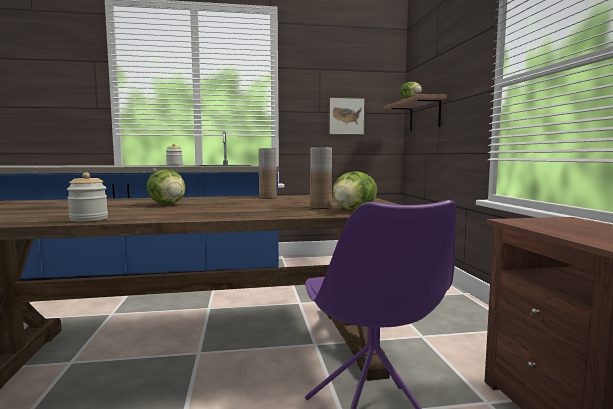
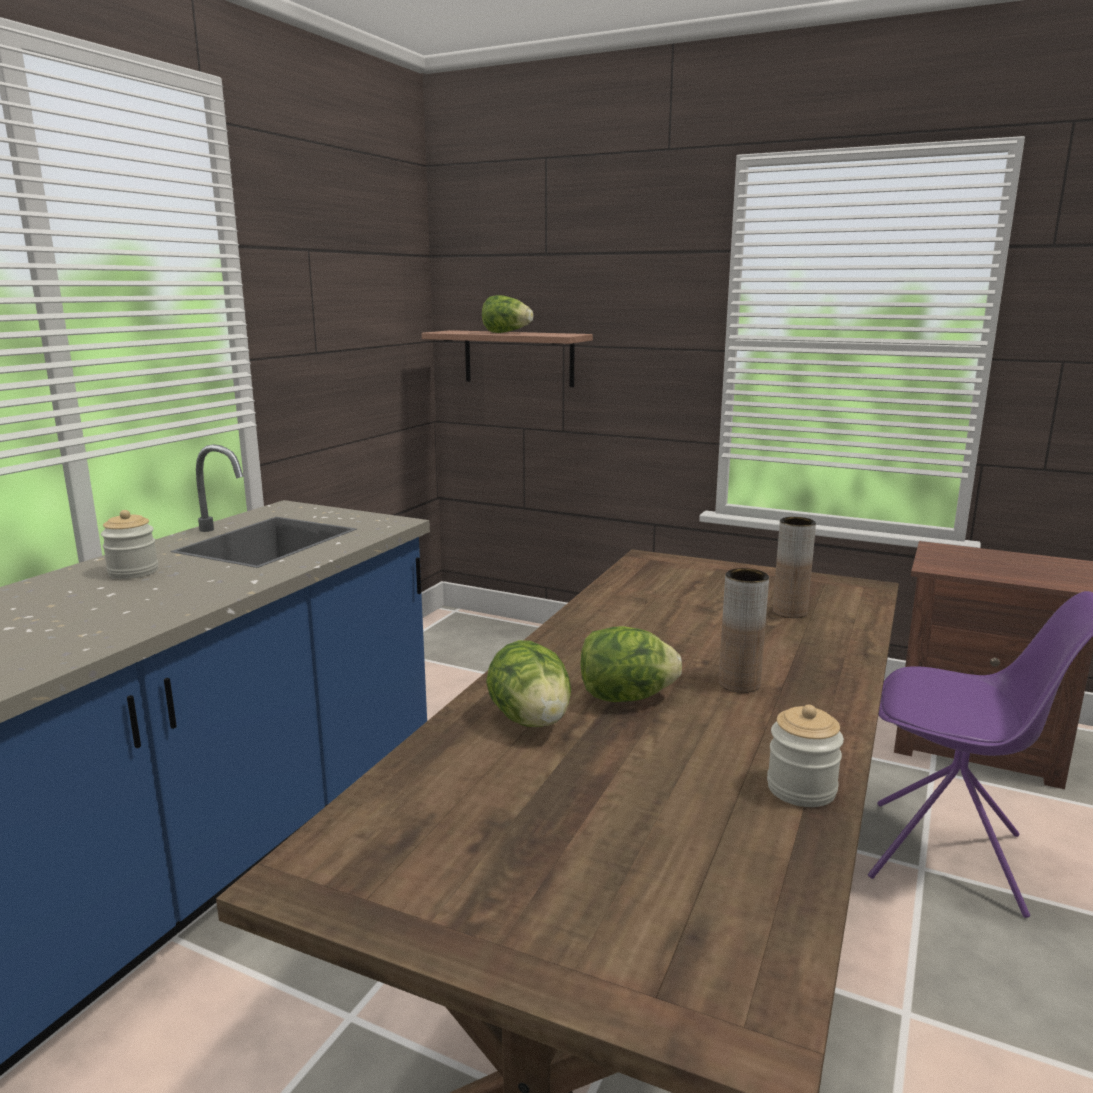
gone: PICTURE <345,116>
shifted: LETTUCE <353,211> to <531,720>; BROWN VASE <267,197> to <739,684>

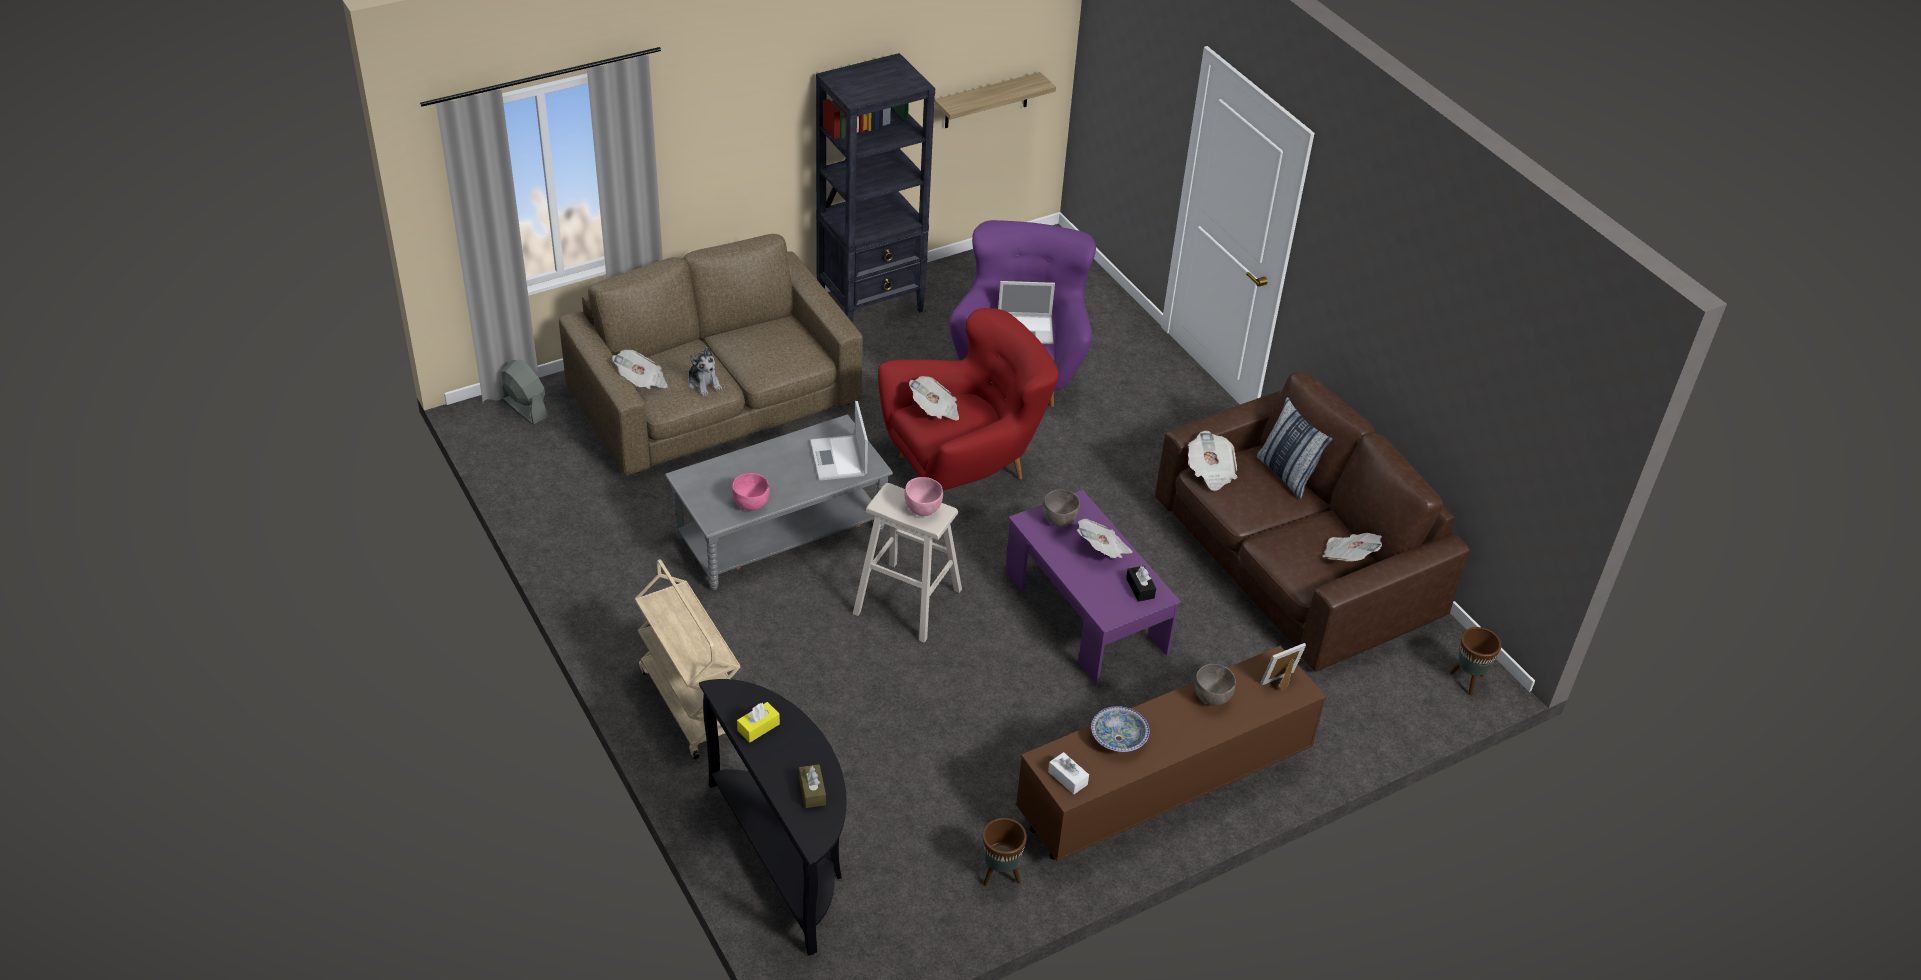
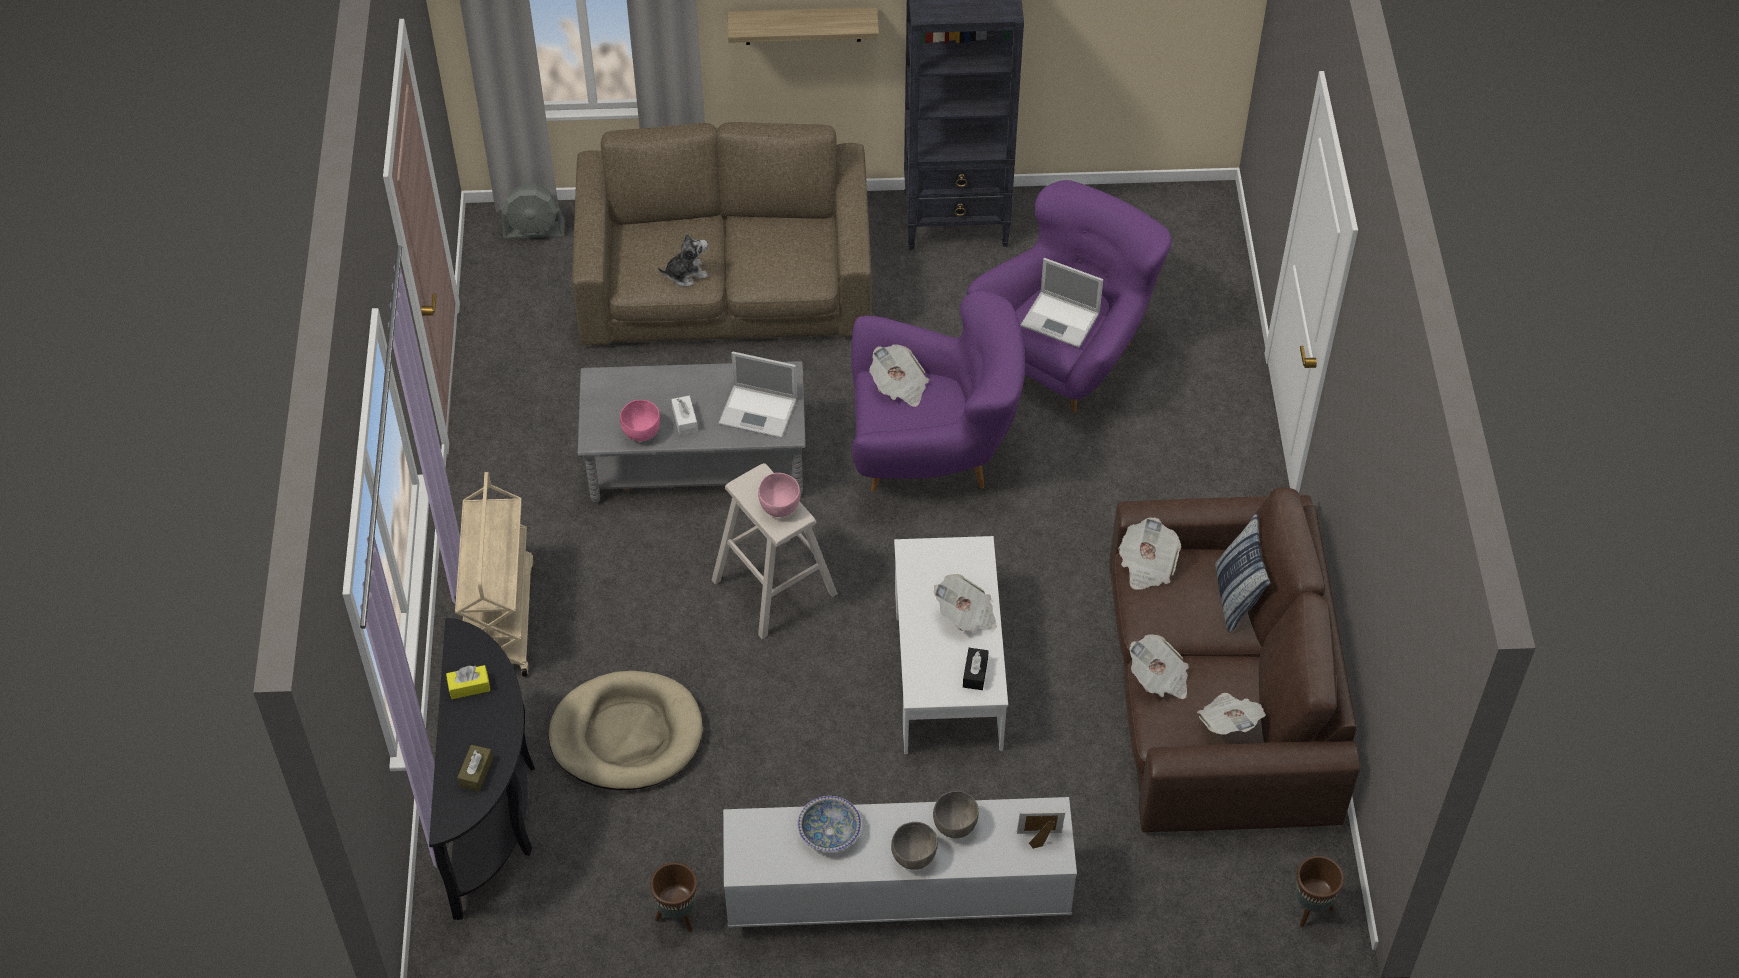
new: BEIGE DOG BED <626,735>
shifted: WHITE TISSUE BOX <1067,778> to <684,420>; SHELF <986,101> to <803,25>; GREY BOWL <1059,520> to <913,857>; NEWSPAPER <642,381> to <1159,678>
repainted: BROWN TV STAND <1162,788> to WHITE TV STAND <895,893>; RED ARMCHAIR <964,467> to PURPLE ARMCHAIR <931,453>; PURPLE COFFEE TABLE <1085,612> to WHITE COFFEE TABLE <947,668>
rotated: GREY FAN <524,407> = <534,230> 105 degrees clockwise; PLUSH TOY <704,383> = <686,274> 105 degrees counterclockwise; LAPTOP <839,459> = <759,411> 90 degrees counterclockwise

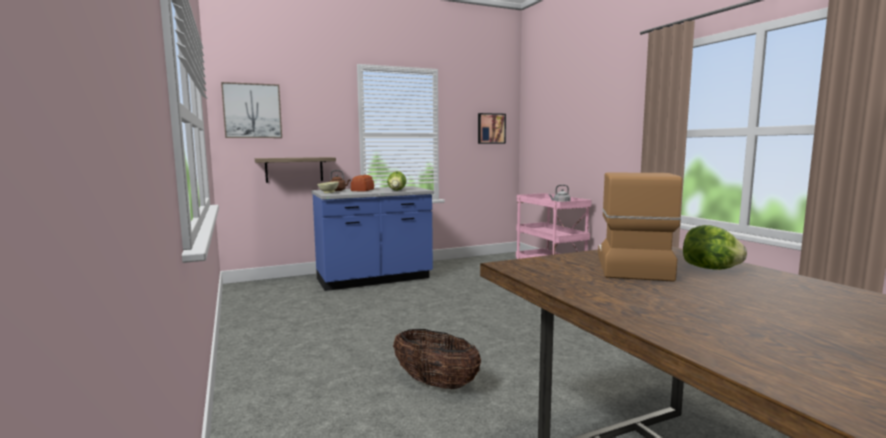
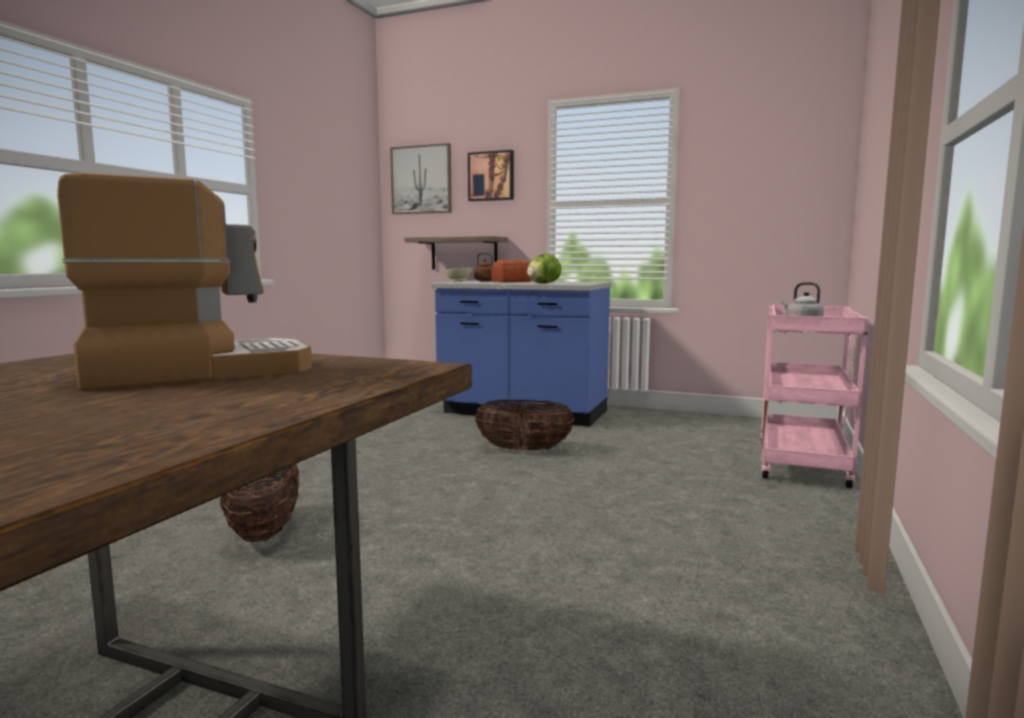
gone: LETTUCE <710,269>
new: BASKET <524,450>
shifted: PICTURE <491,128> to <491,176>

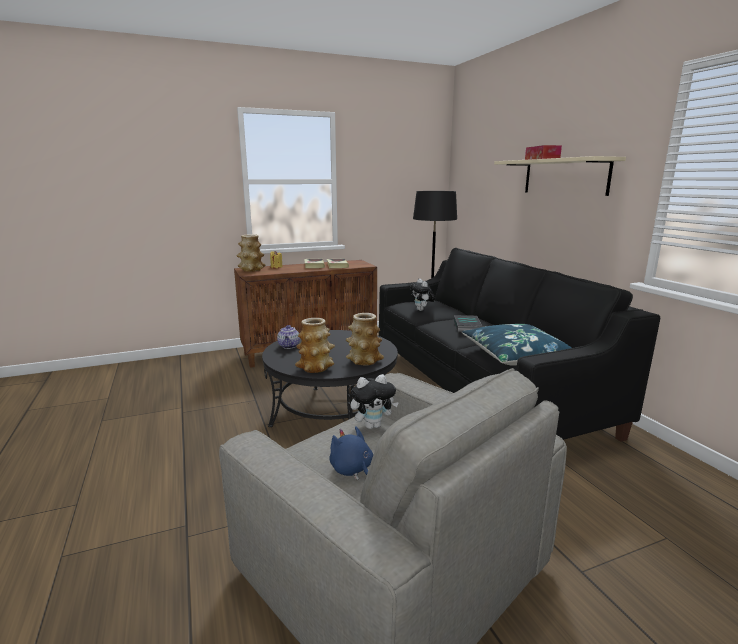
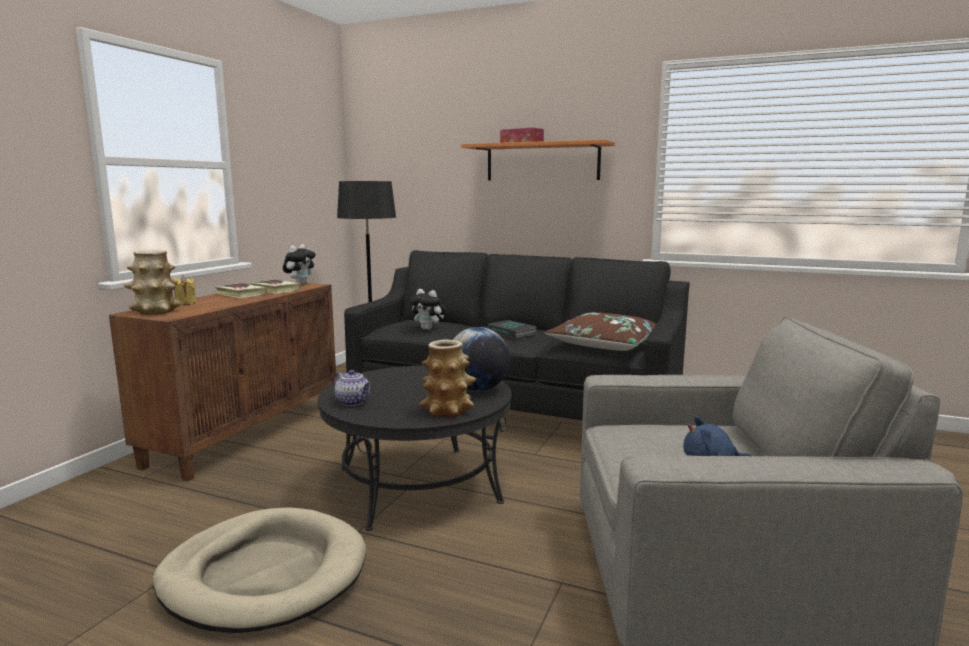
new: BEIGE DOG BED <264,574>
shifted: PLUSH TOY <373,425> to <300,284>
swapped: VASE <364,360> to GLOBE <478,389>
repainted: BEIGE SHELF <565,176> to ORANGE SHELF <542,162>; BLUE PILLOW <517,356> to BROWN PILLOW <605,344>

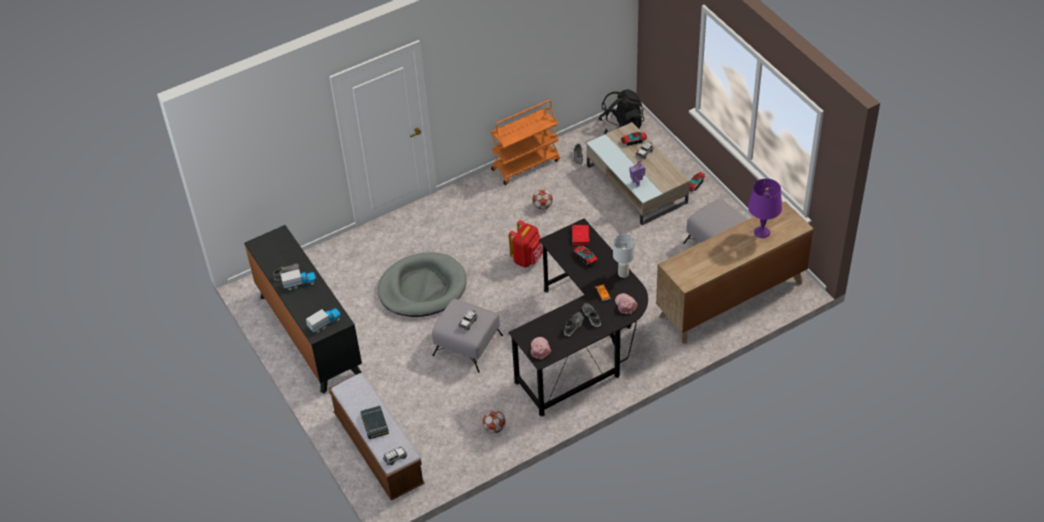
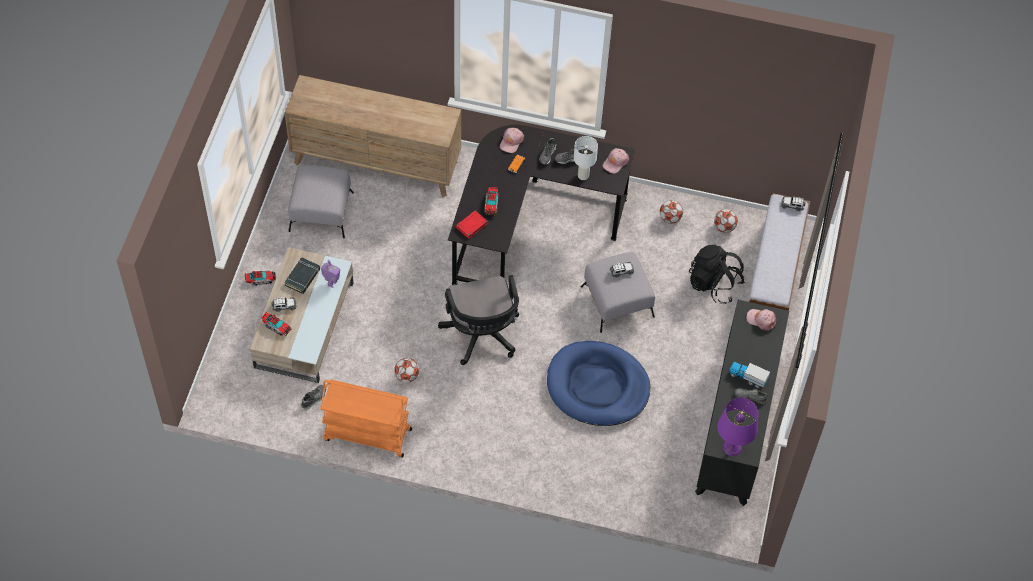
new: FOOTBALL <724,227>
shifted: BLACK BOOK <374,424> to <302,277>; WHITE TABLE LAMP <623,273> to <583,175>; BLACK BACKPACK <621,126> to <714,284>; PURPLE TABLE LAMP <762,232> to <732,448>
swapped: RED BACKPACK <527,259> to BLACK OFFICE CHAIR <482,336>; TOY TRUCK <325,323> to PINK CAP <761,320>
repainted: GREY DOG BED <422,288> to BLUE DOG BED <597,386>

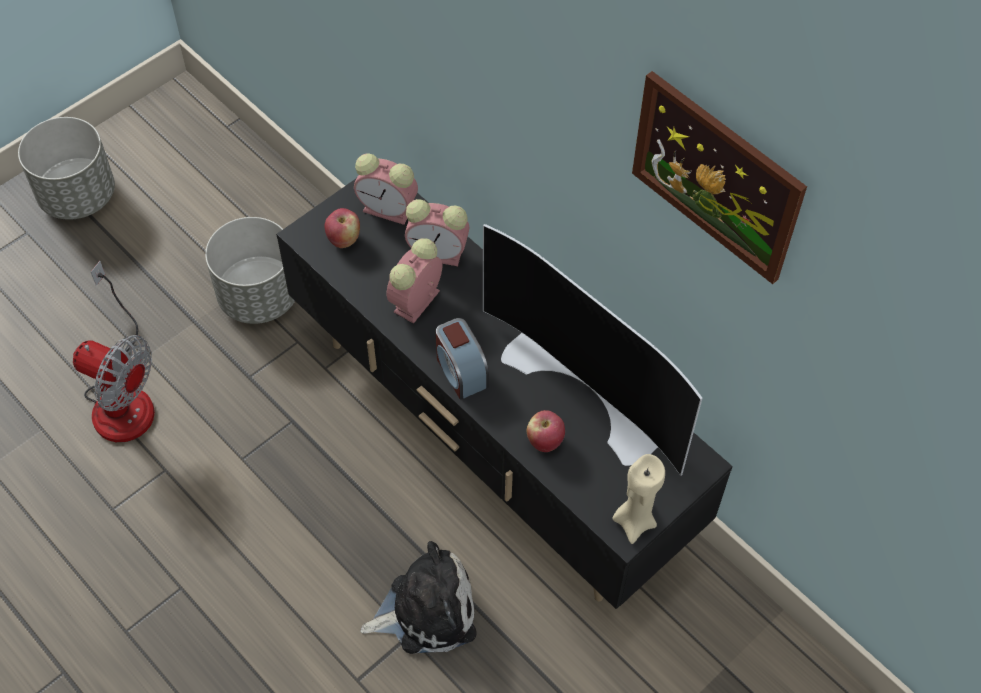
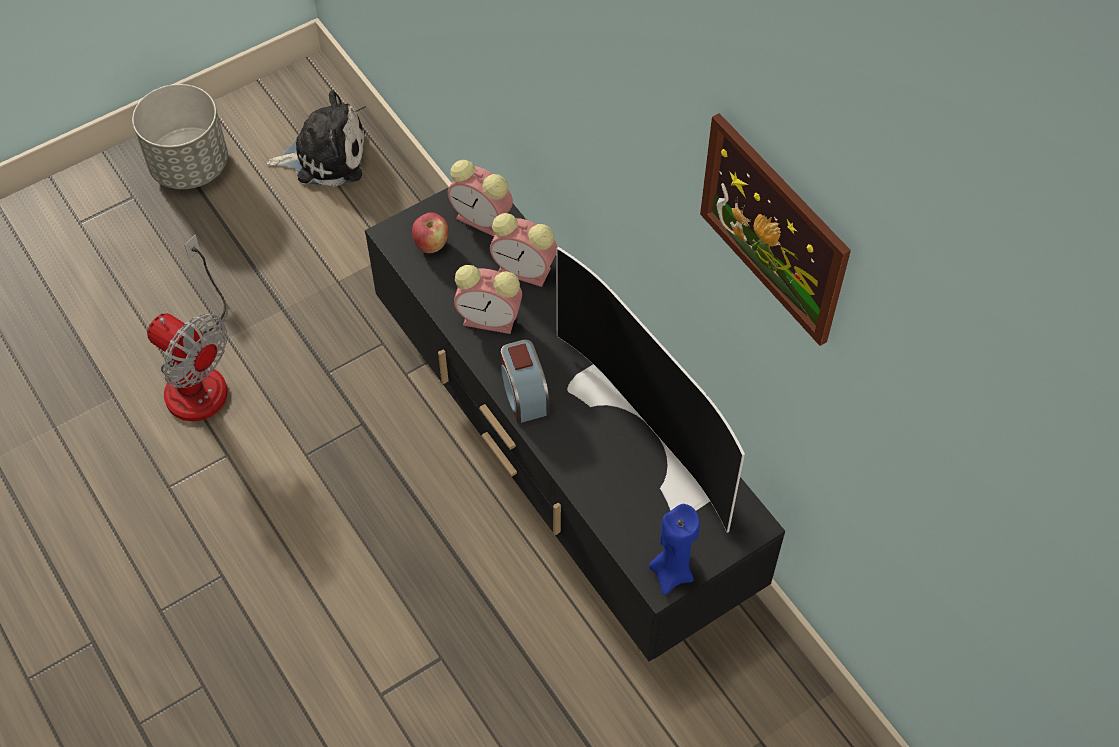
gone: GREY PLANTER <259,297>; APPLE <544,441>
shifted: PLUSH TOY <426,610> to <325,156>
repainted: BEIGE CANDLE <634,521> to BLUE CANDLE <672,572>
rotated: ALARM CLOCK <416,303> = <492,319> 120 degrees counterclockwise

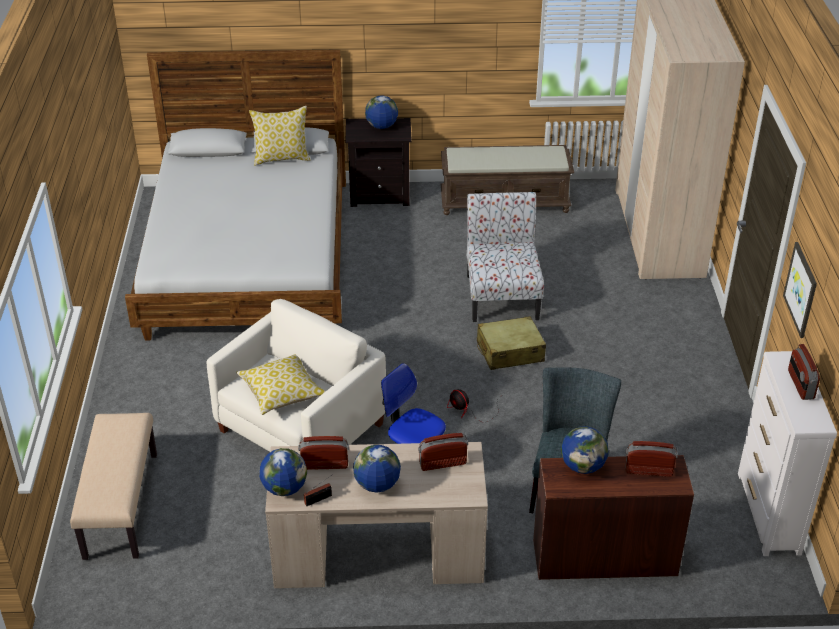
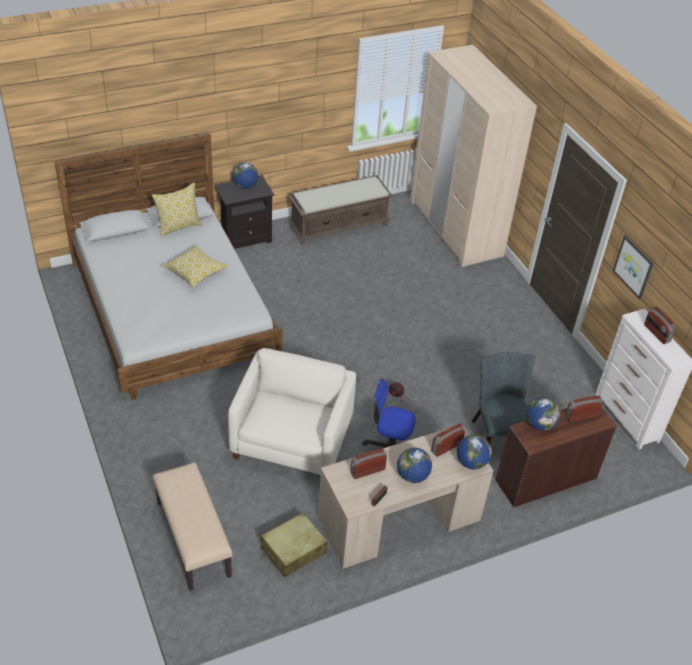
gone: CHAIR <501,295>
shifted: PILLOW <282,392> to <195,272>; BEIGE SUITCASE <509,352> to <293,550>; GLOBE <284,488> to <471,463>

